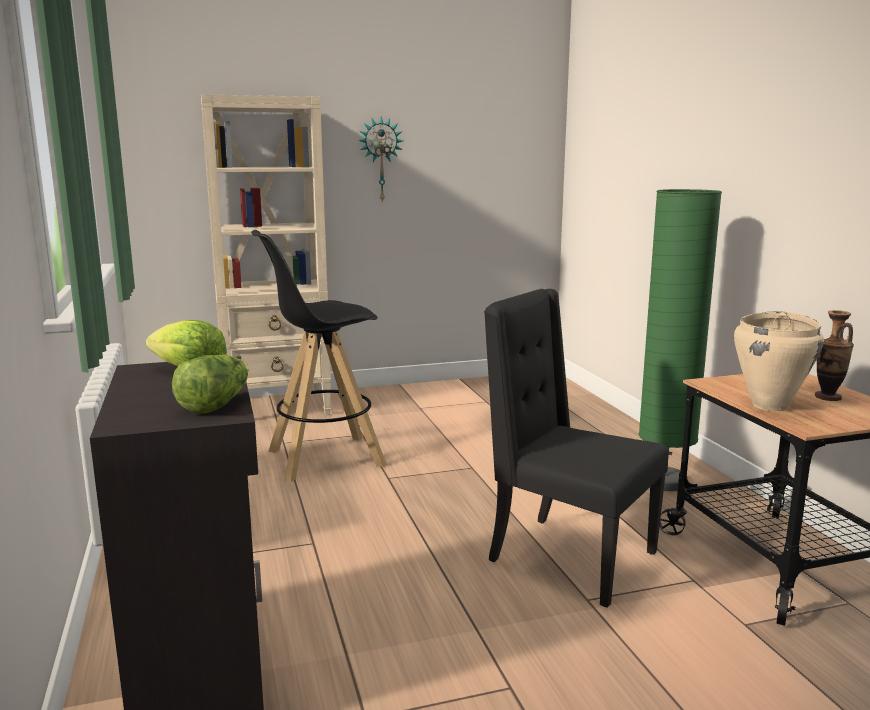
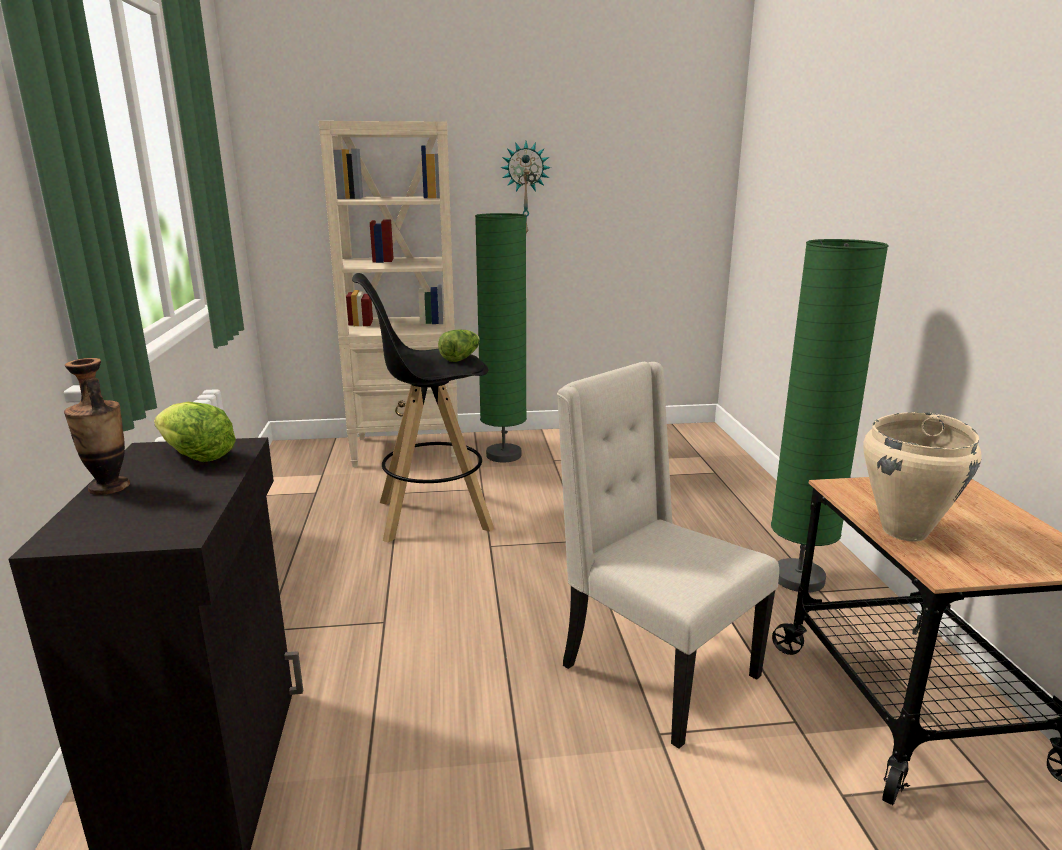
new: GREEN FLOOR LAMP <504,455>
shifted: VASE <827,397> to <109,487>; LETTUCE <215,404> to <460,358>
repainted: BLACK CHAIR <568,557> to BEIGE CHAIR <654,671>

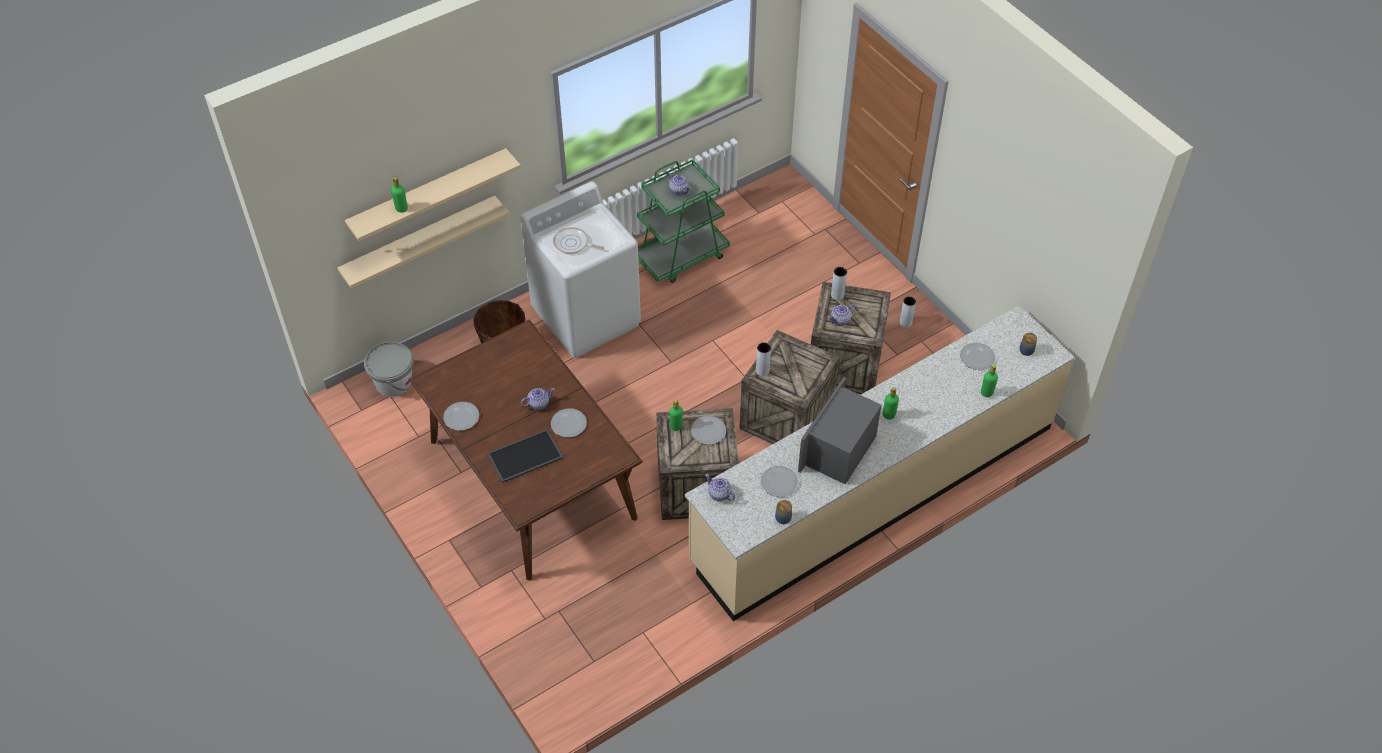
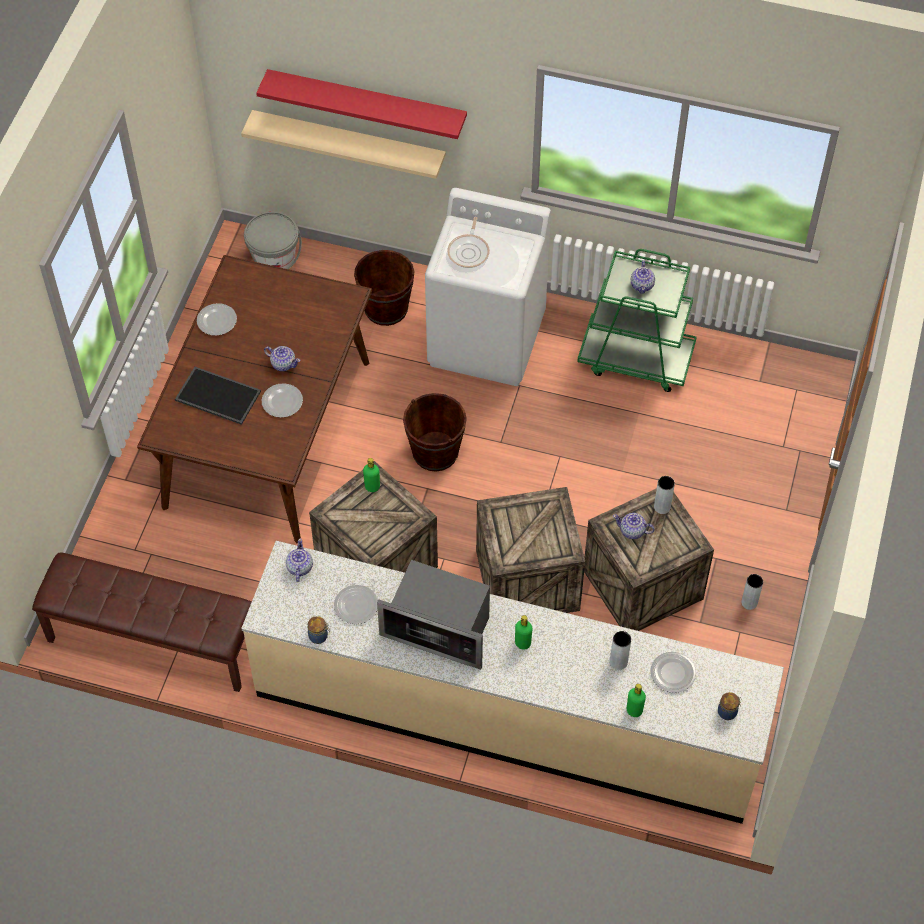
gone: GREEN BOTTLE <401,208>; PLATE <708,430>
new: BROWN BENCH <152,641>; BROWN BUCKET <435,452>
shifted: GREY VASE <762,371> to <618,662>
repainted: BEIGE SHELF <429,195> to RED SHELF <367,103>
rotated: MICROWAVE <839,450> = <440,629> 150 degrees counterclockwise; FRYING PAN <573,244> = <469,251> 150 degrees counterclockwise

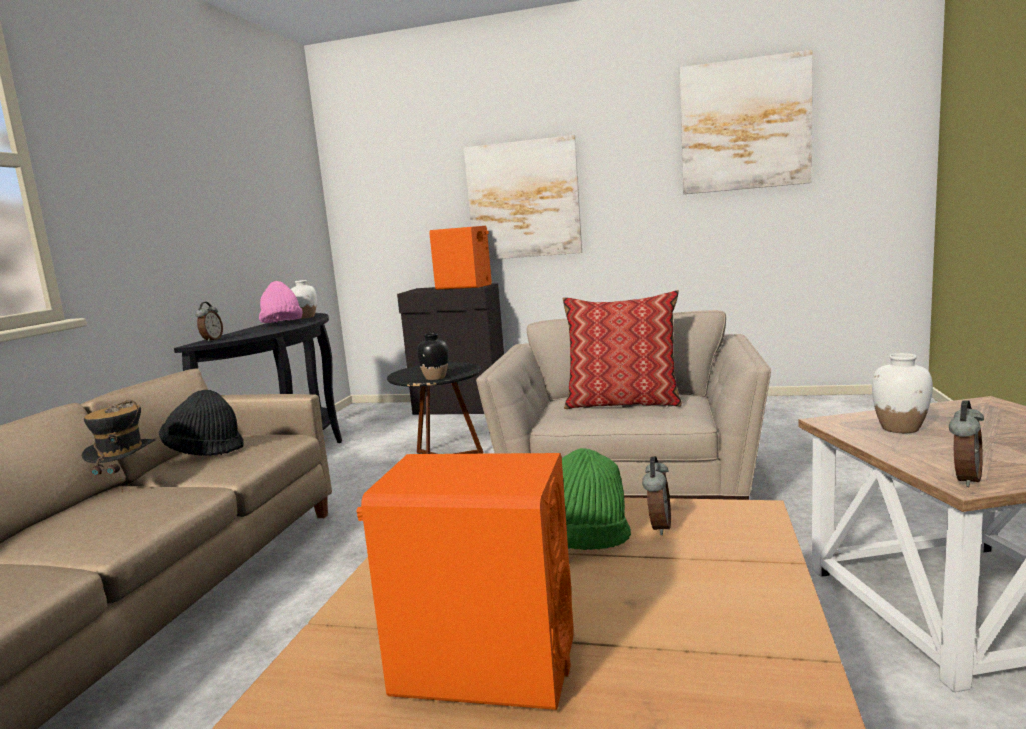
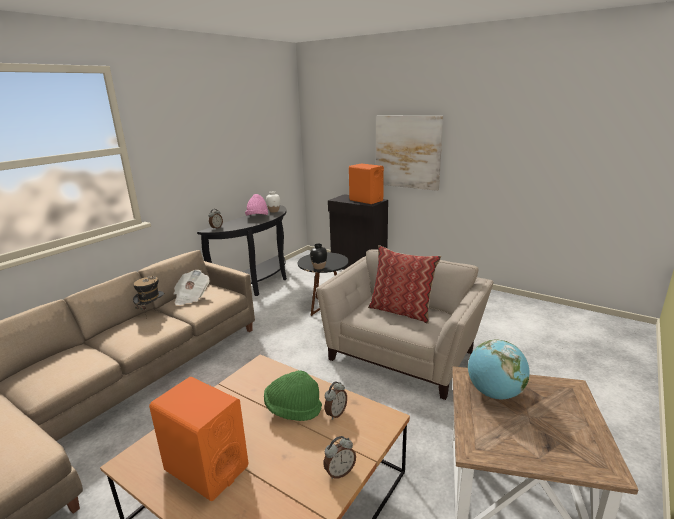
gone: PICTURE <744,125>
shifted: ALARM CLOCK <964,479> to <339,472>
swapped: BLACK HAT <205,450> to NEWSPAPER <191,297>; WHITE VASE <900,428> to GLOBE <494,393>

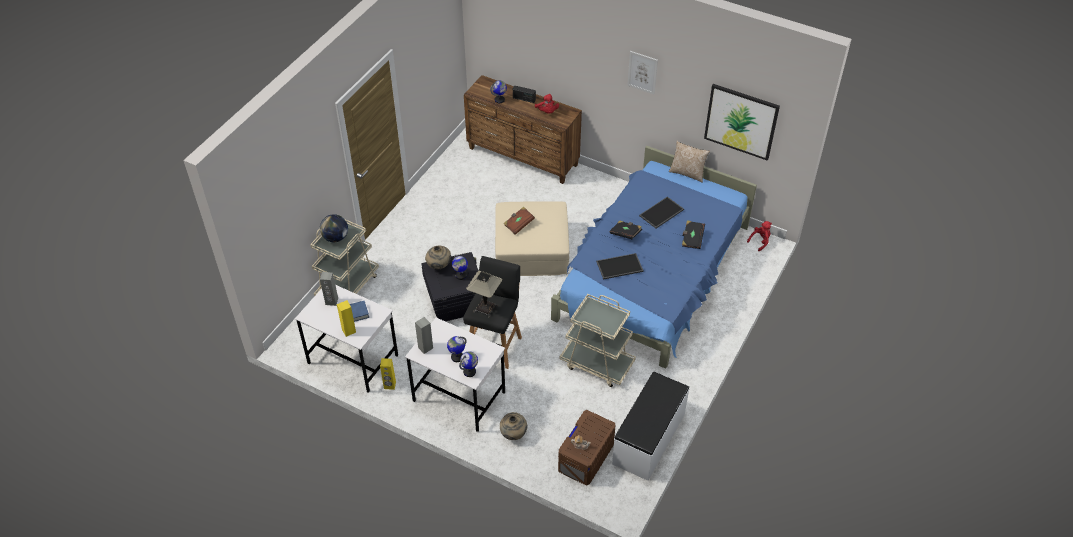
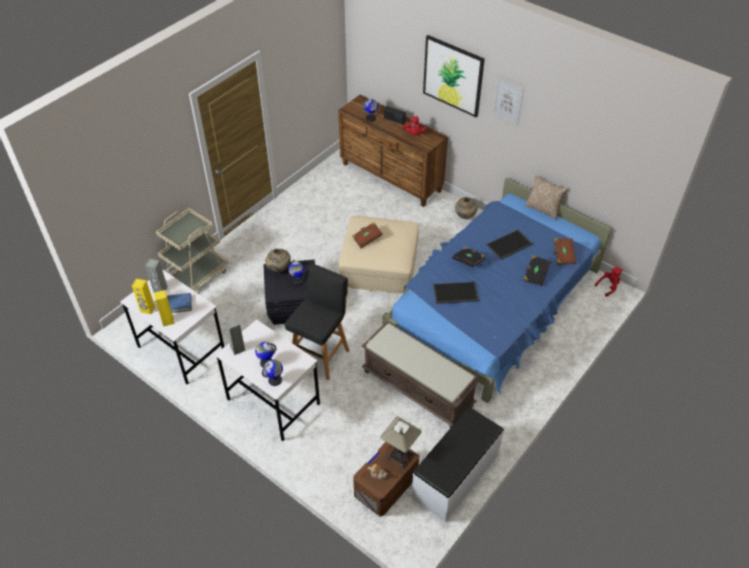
gone: GLOBE <335,238>
new: BROWN BOOK <563,255>
shifted: YELLOW SPEAKER <390,385> to <147,309>; TABLE LAMP <485,308> to <400,455>; PICTURE <741,121> to <453,76>; BEIGE VASE <513,435> to <465,217>
swapped: BEIGE CART <597,364> to BROWN BENCH <419,388>

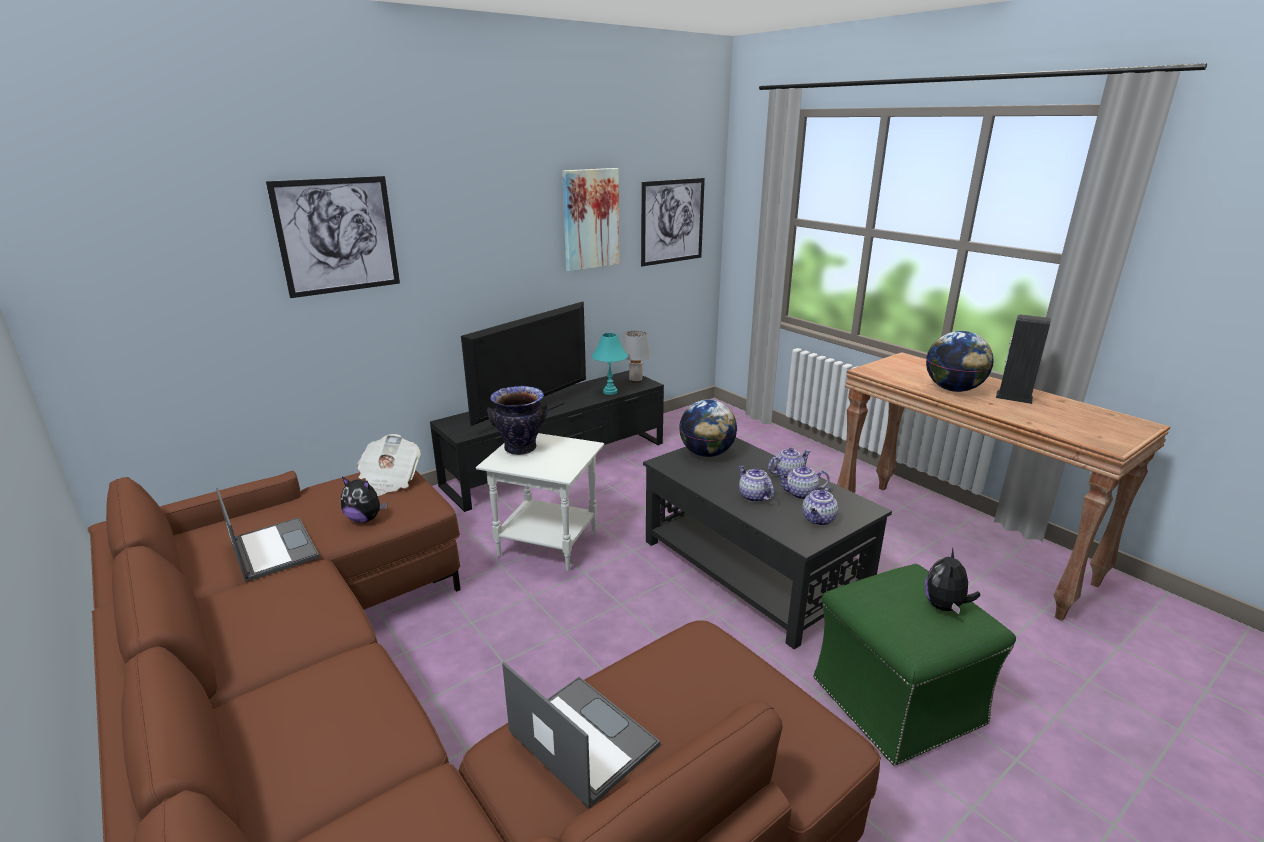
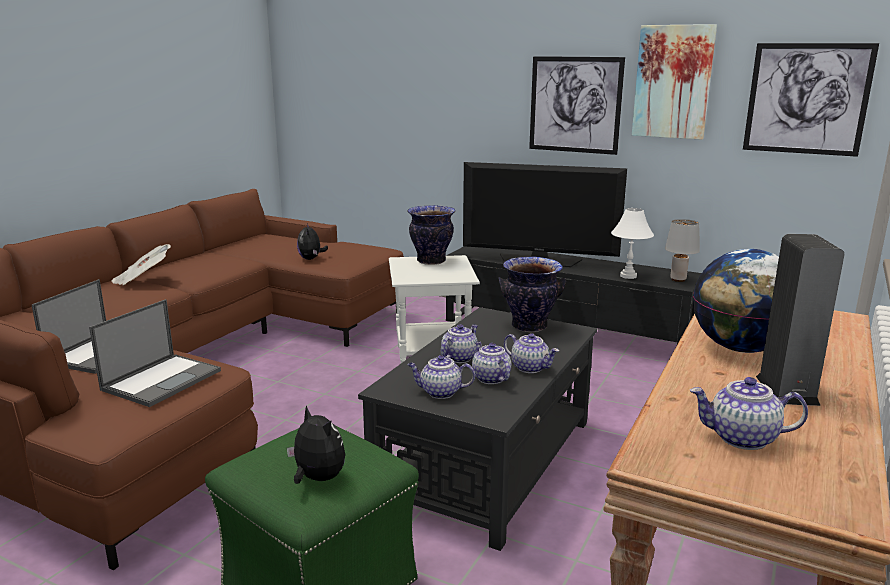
new: TEAPOT <742,438>
shifted: LAPTOP <273,549> to <162,379>; NEWSPAPER <389,480> to <142,280>; PICTURE <337,236> to <575,105>
swapped: GLOBE <706,454> to VASE <529,327>
repainted: TURQUOISE TABLE LAMP <610,392> to WHITE TABLE LAMP <628,276>
rotated: PLUSH TOY <945,607> = <317,478> 45 degrees clockwise

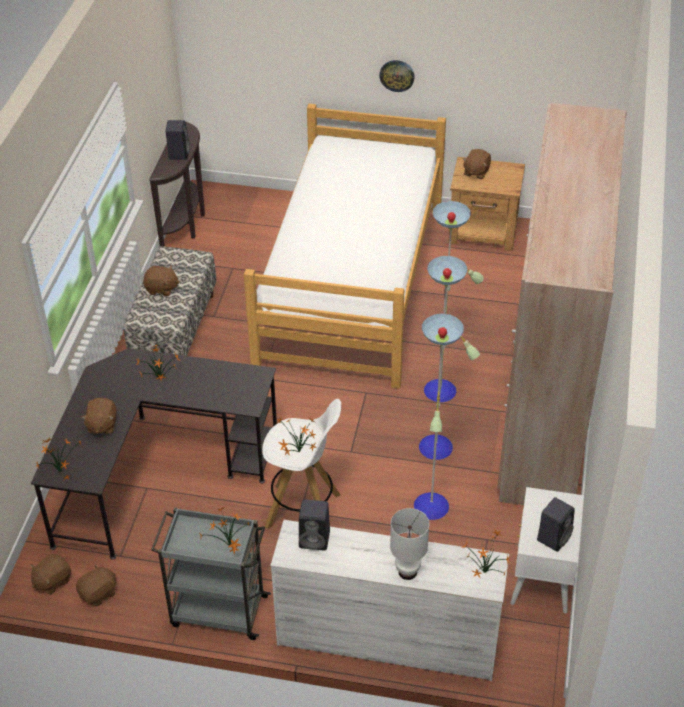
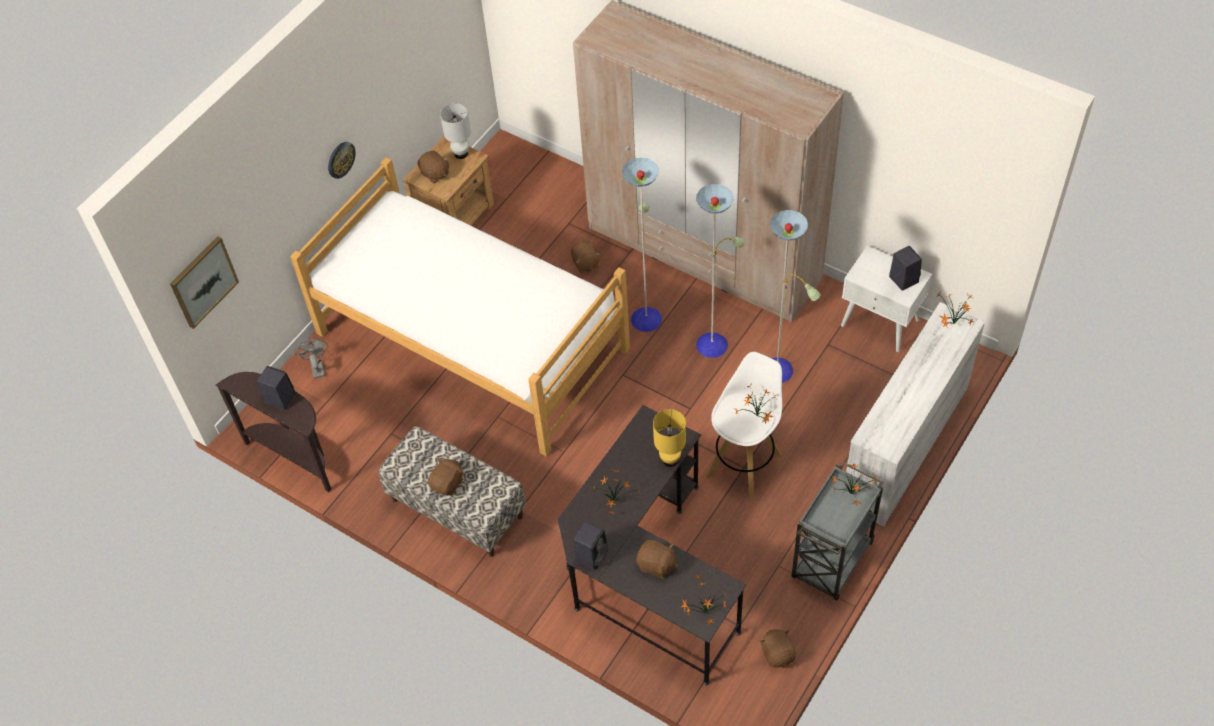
new: PICTURE <203,281>; GREY FAN <317,367>; YELLOW TABLE LAMP <669,459>
shifted: WHITE TABLE LAMP <407,571> to <460,154>; BROWN PLUSH TOY <52,581> to <585,264>; BLACK SPEAKER <315,539> to <592,554>

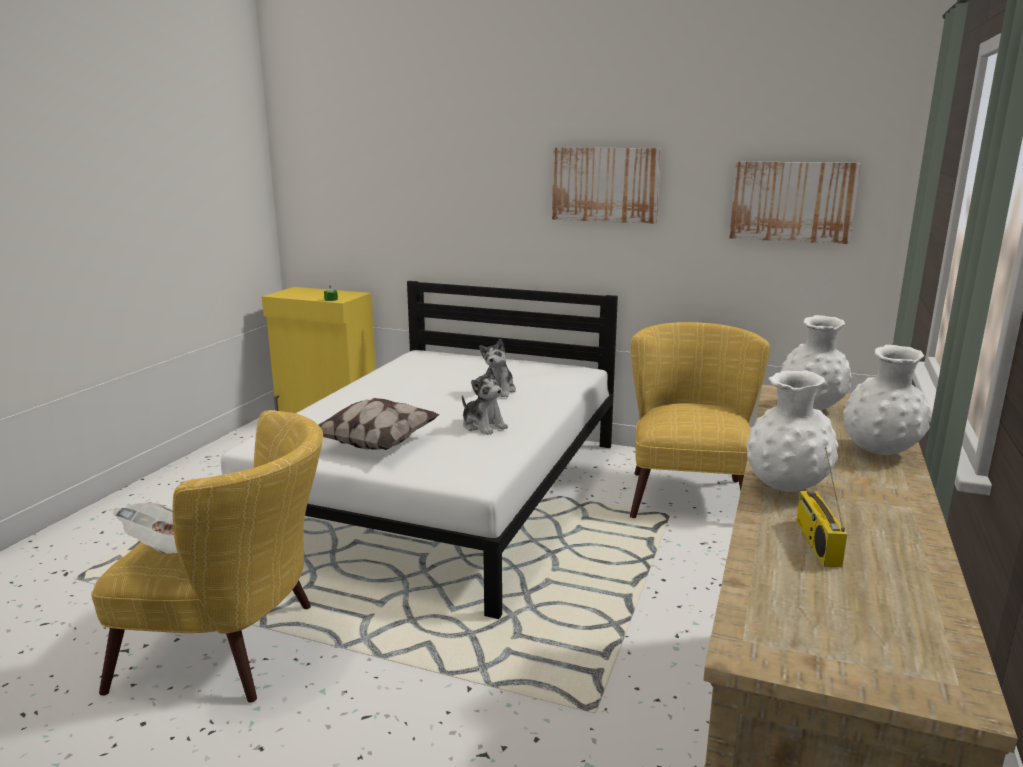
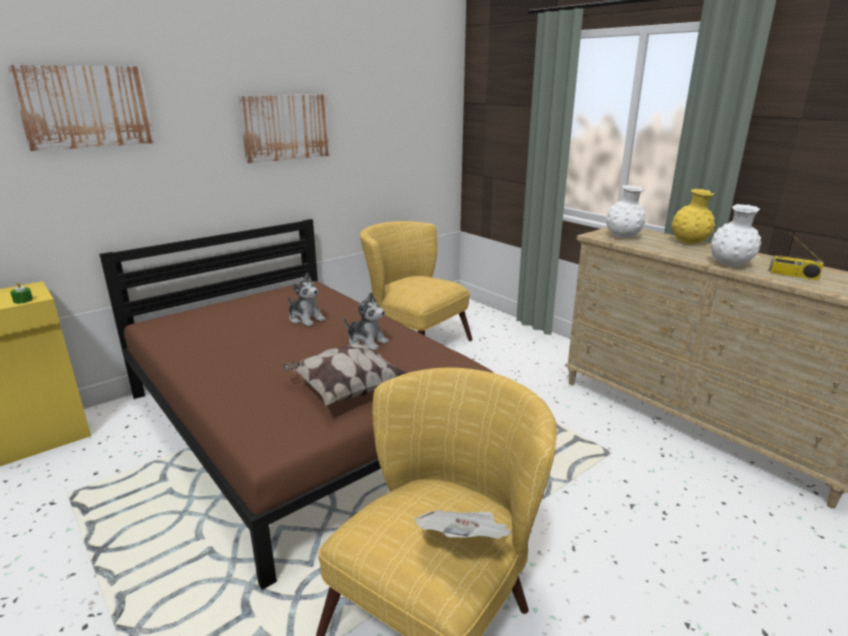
shifted: PICTURE <792,201> to <86,107>
repainted: WHITE BED <446,494> to BROWN BED <301,424>; WHITE VASE <879,451> to YELLOW VASE <689,243>
rotated: PLUSH TOY <483,426> = <366,342> 45 degrees clockwise

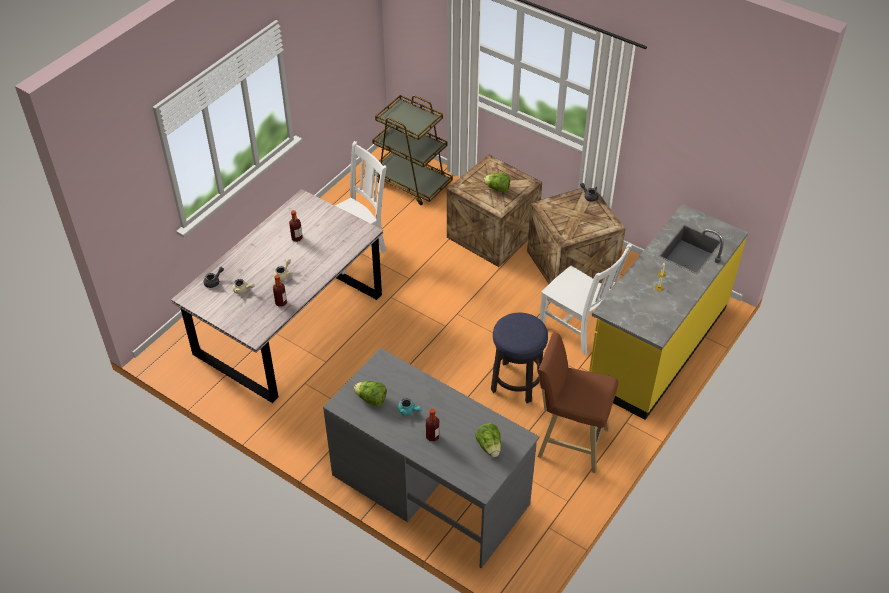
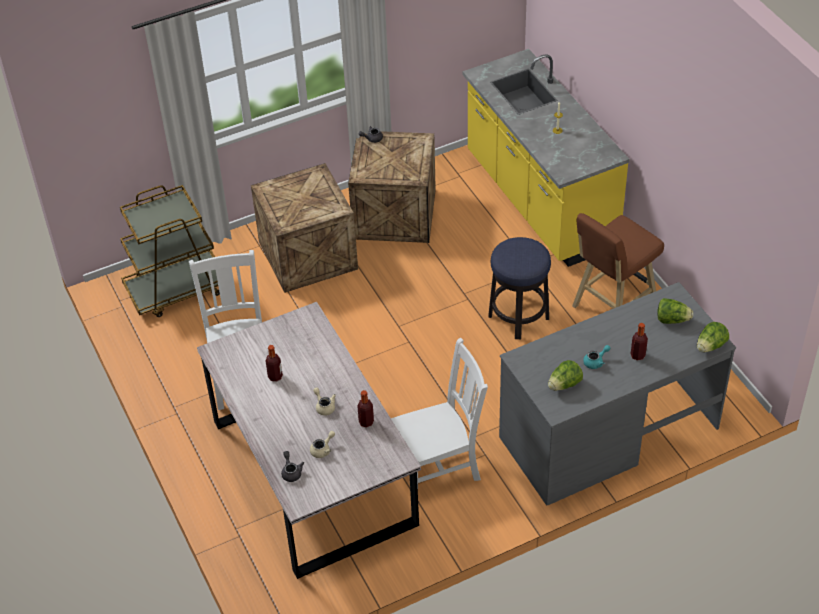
shifted: WHITE CHAIR <577,328> to <439,467>; LETTUCE <497,189> to <710,346>

